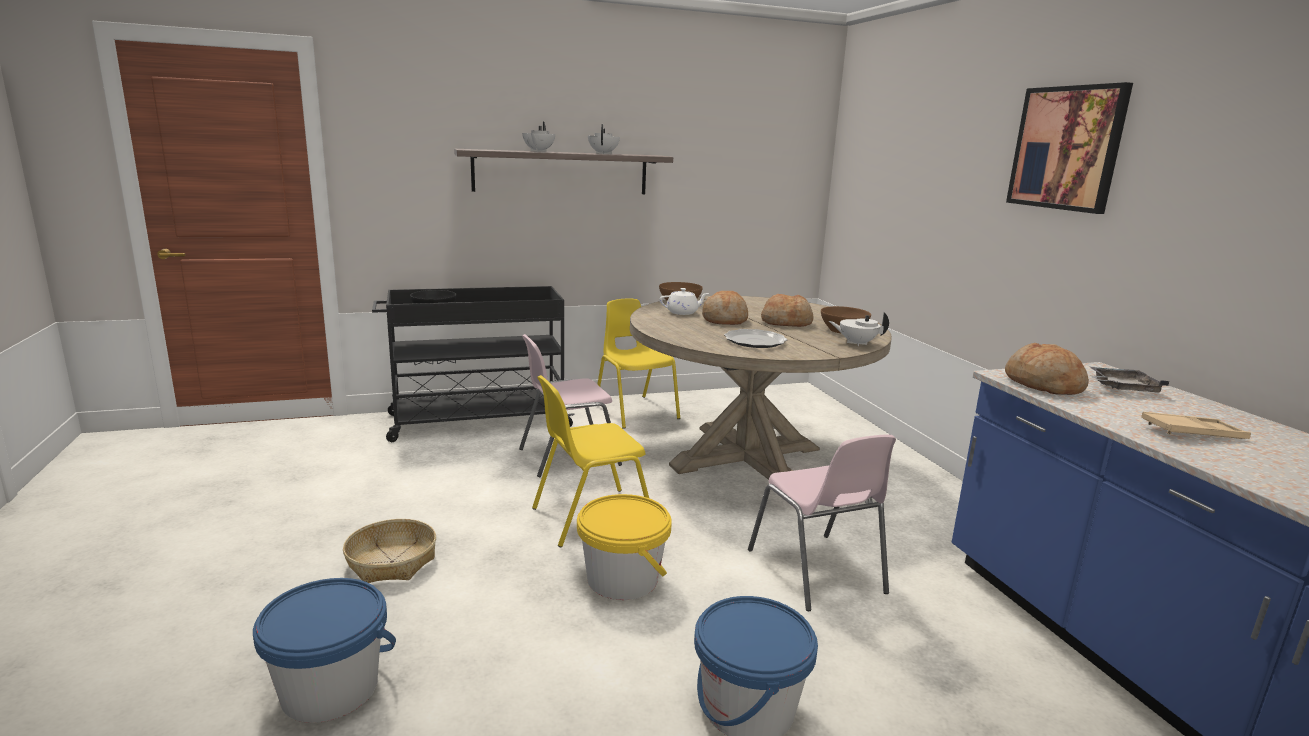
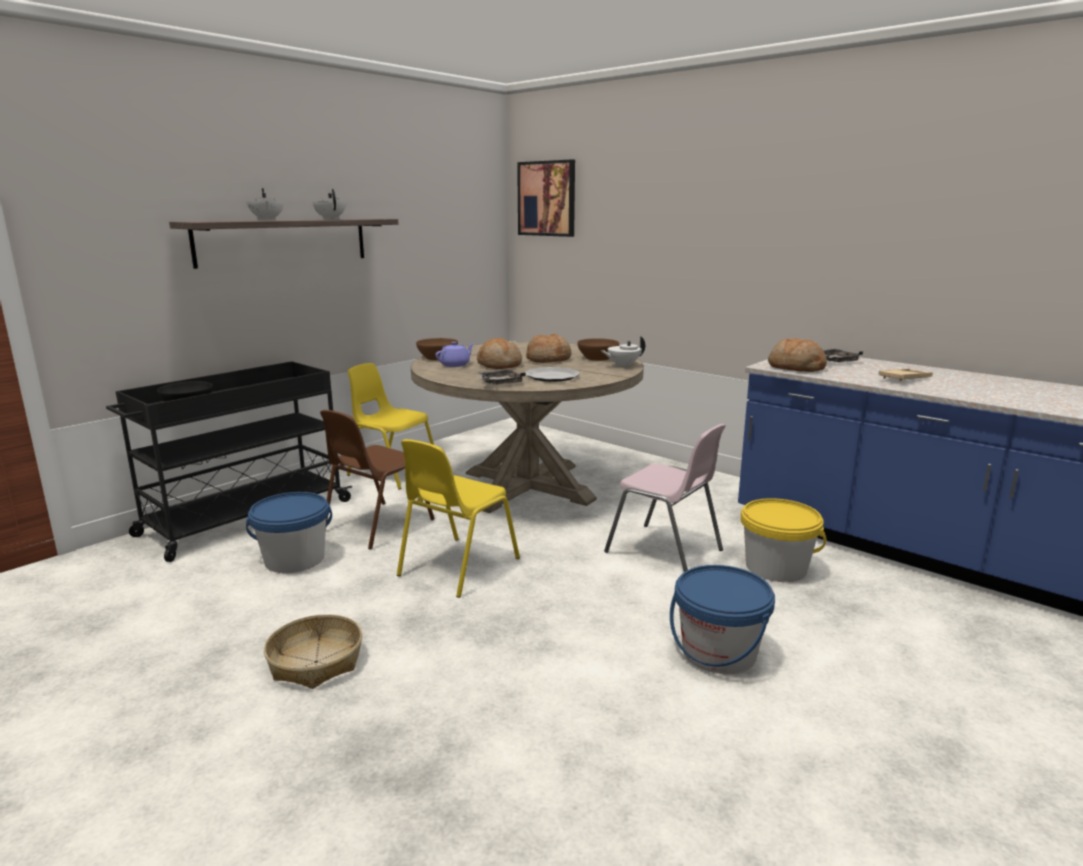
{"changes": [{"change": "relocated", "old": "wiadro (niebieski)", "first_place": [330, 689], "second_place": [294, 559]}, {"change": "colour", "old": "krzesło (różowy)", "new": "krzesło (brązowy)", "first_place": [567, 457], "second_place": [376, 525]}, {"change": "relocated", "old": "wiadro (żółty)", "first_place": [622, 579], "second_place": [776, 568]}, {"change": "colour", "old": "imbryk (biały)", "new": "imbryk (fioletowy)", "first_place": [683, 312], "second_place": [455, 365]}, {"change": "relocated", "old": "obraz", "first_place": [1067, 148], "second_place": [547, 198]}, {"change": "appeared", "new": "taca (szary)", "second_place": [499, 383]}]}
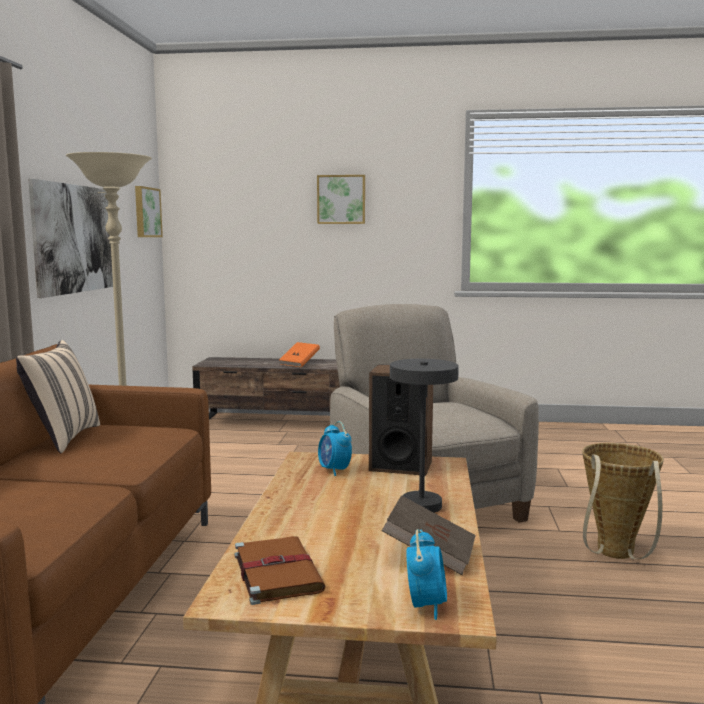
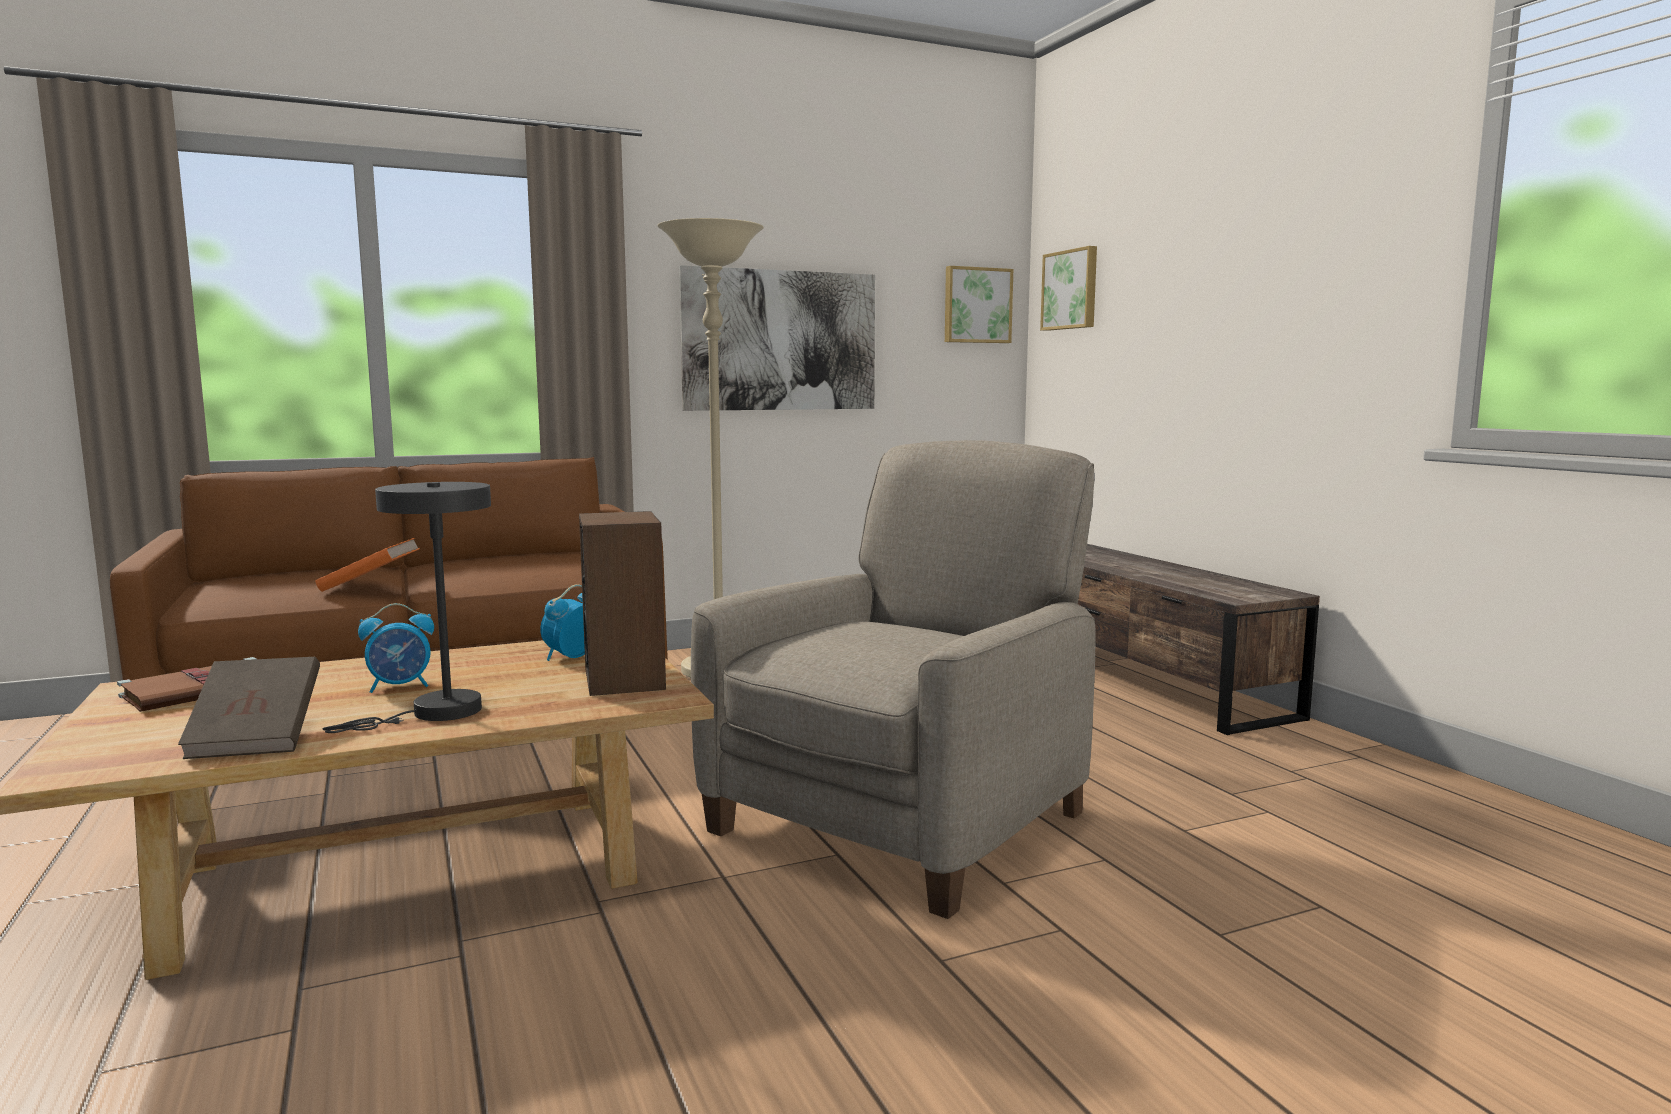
{"changes": [{"change": "missing", "old": "poduszka (beżowy)", "first_place": [63, 438]}, {"change": "relocated", "old": "książka (pomarańczowy)", "first_place": [299, 363], "second_place": [370, 586]}, {"change": "relocated", "old": "obraz", "first_place": [341, 199], "second_place": [1071, 290]}, {"change": "relocated", "old": "budzik", "first_place": [426, 605], "second_place": [400, 687]}, {"change": "missing", "old": "koszyk", "first_place": [615, 556]}]}
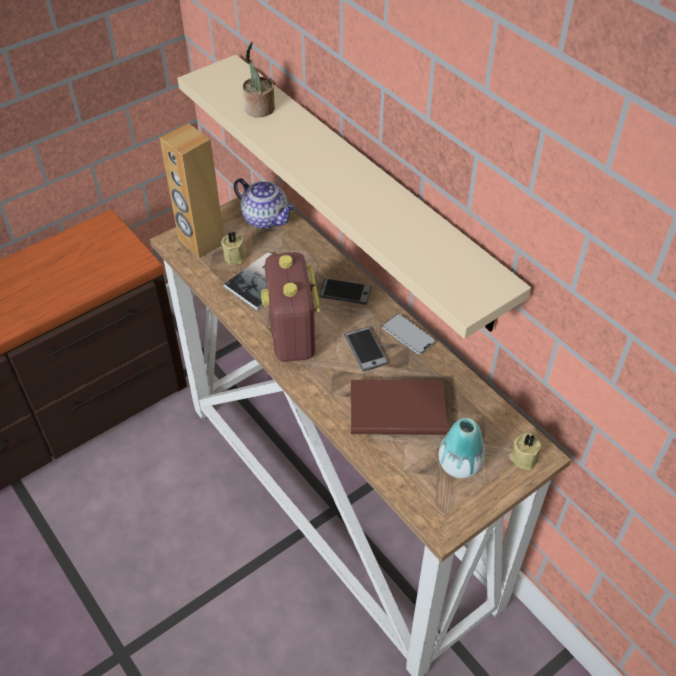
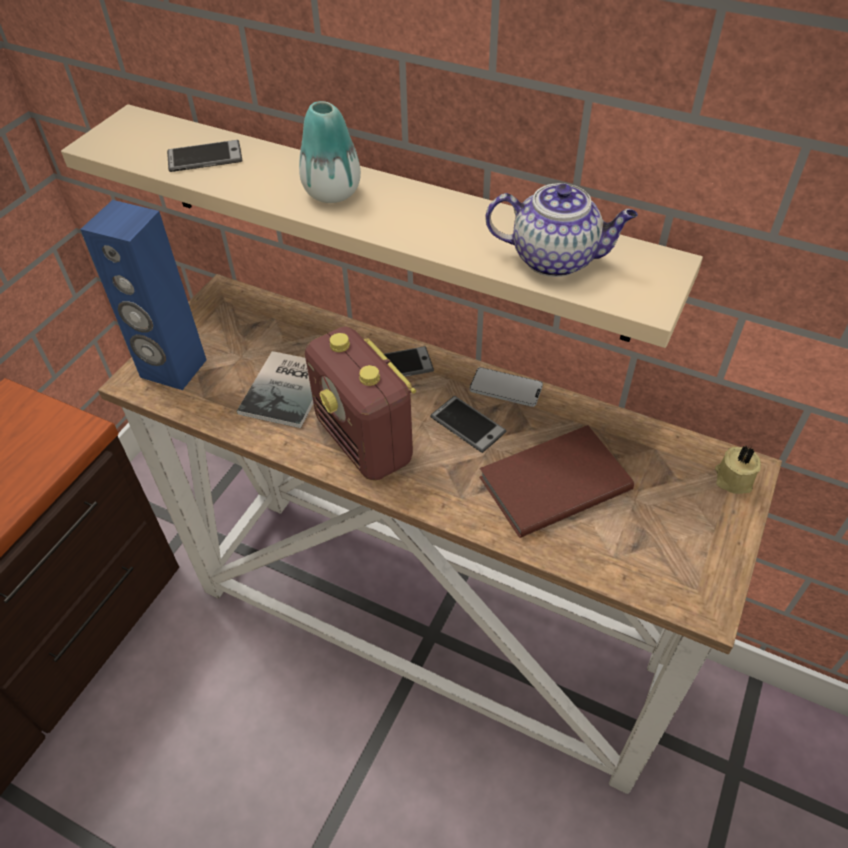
{"changes": [{"change": "colour", "old": "głośnik (brązowy)", "new": "głośnik (niebieski)", "first_place": [201, 242], "second_place": [173, 369]}, {"change": "missing", "old": "świeca (beżowy)", "first_place": [235, 256]}, {"change": "relocated", "old": "imbryk", "first_place": [266, 219], "second_place": [556, 259]}, {"change": "exchanged", "old": "roślina doniczkowa", "new": "telefon", "first_place": [259, 110], "second_place": [205, 157]}, {"change": "relocated", "old": "wazon", "first_place": [459, 464], "second_place": [332, 193]}]}
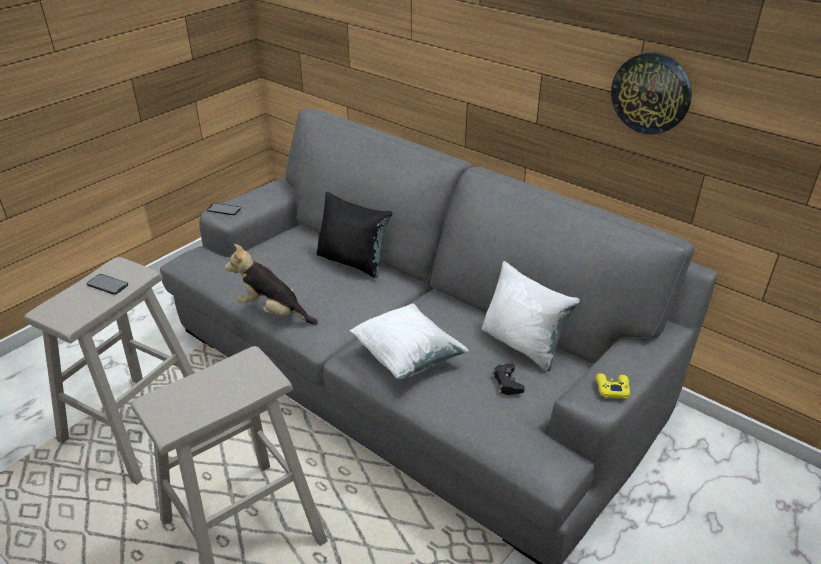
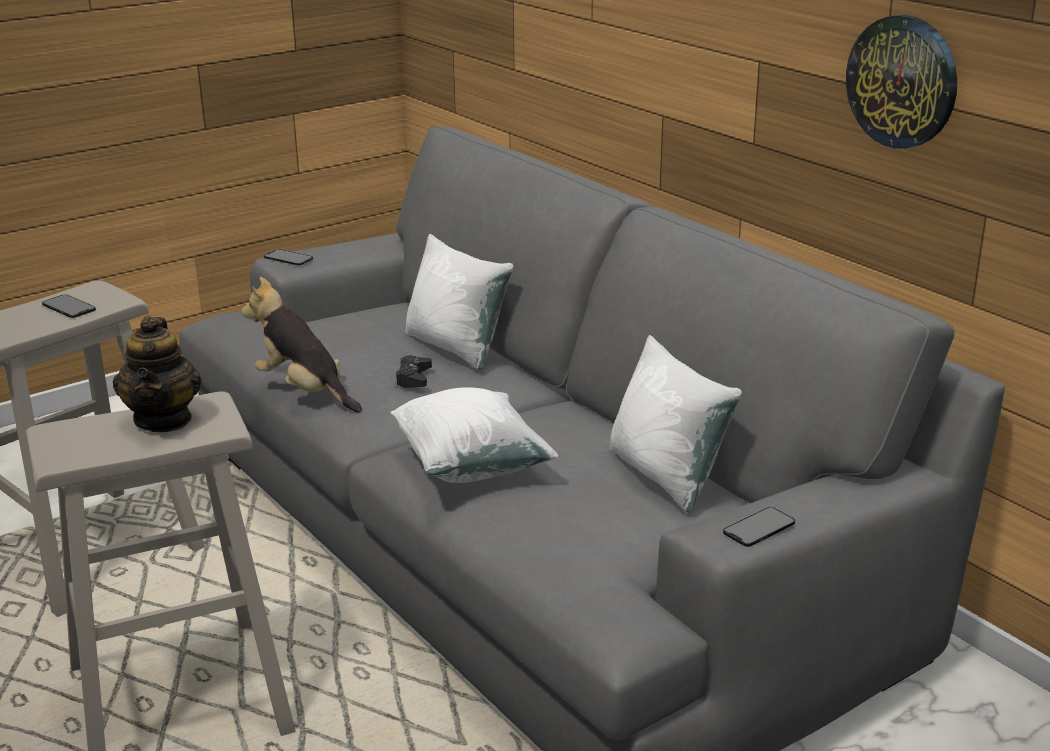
{"changes": [{"change": "colour", "old": "poduszka (czarny)", "new": "poduszka (biały)", "first_place": [353, 261], "second_place": [456, 347]}, {"change": "relocated", "old": "pad do gier (czarny)", "first_place": [507, 383], "second_place": [413, 378]}, {"change": "exchanged", "old": "pad do gier (żółty)", "new": "telefon", "first_place": [611, 388], "second_place": [759, 527]}, {"change": "appeared", "new": "imbryk", "second_place": [164, 420]}]}
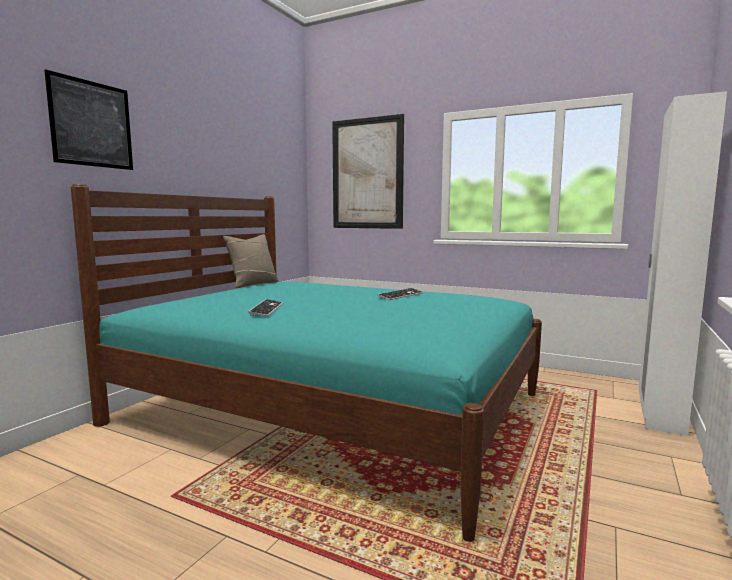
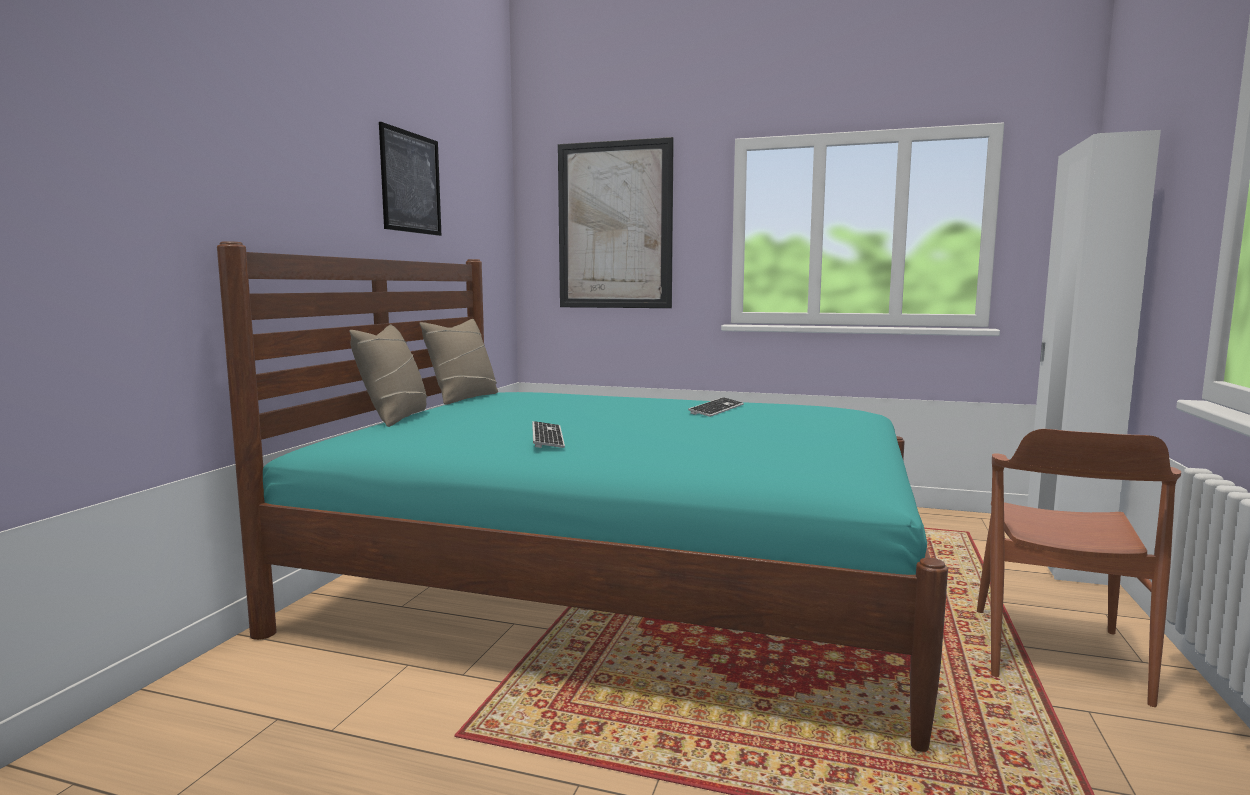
{"changes": [{"change": "relocated", "old": "obraz", "first_place": [92, 124], "second_place": [411, 182]}, {"change": "appeared", "new": "poduszka (beżowy)", "second_place": [394, 417]}, {"change": "appeared", "new": "krzesło (brązowy)", "second_place": [1055, 654]}]}
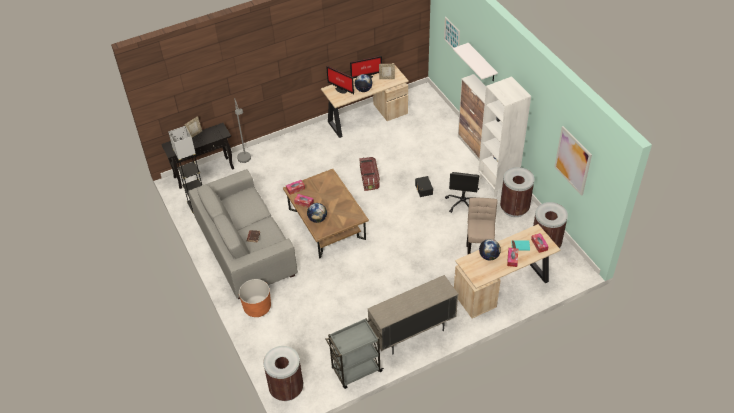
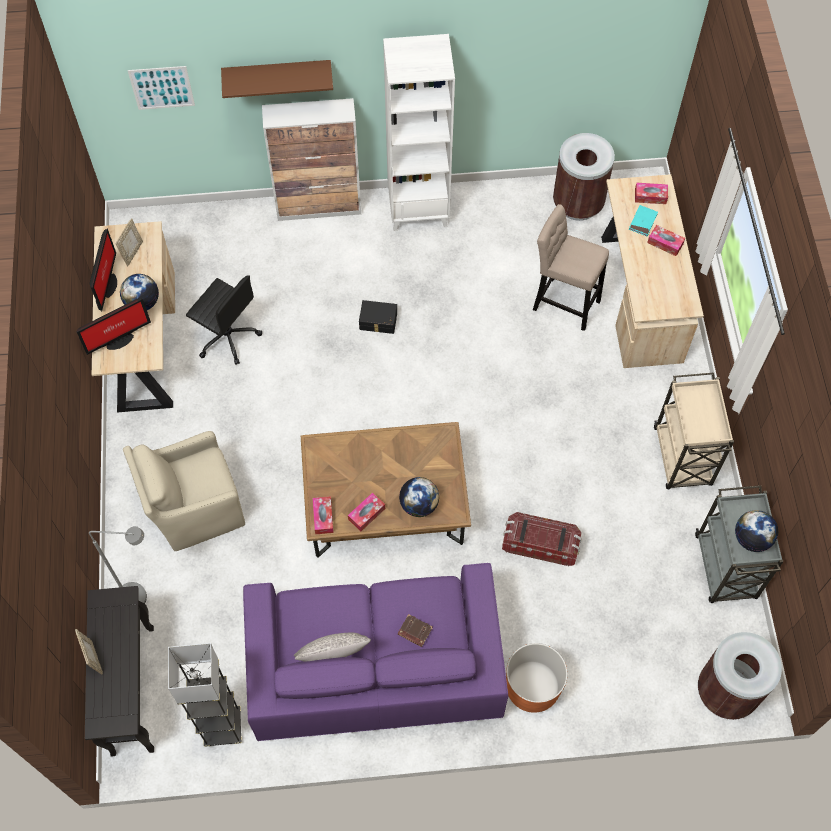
{"changes": [{"change": "colour", "old": "kanapa (szary)", "new": "kanapa (fioletowy)", "first_place": [245, 246], "second_place": [374, 665]}, {"change": "relocated", "old": "pojemnik do przechowywania", "first_place": [369, 179], "second_place": [540, 545]}, {"change": "exchanged", "old": "szafka (beżowy)", "new": "wózek (beżowy)", "first_place": [412, 334], "second_place": [682, 458]}, {"change": "relocated", "old": "krzesło biurowe (czarny)", "first_place": [462, 203], "second_place": [227, 336]}, {"change": "colour", "old": "półka (biały)", "new": "półka (brązowy)", "first_place": [482, 63], "second_place": [277, 74]}, {"change": "relocated", "old": "globus", "first_place": [489, 256], "second_place": [752, 538]}, {"change": "missing", "old": "kosz na śmieci (brązowy)", "first_place": [514, 208]}, {"change": "missing", "old": "obraz", "first_place": [573, 160]}, {"change": "appeared", "new": "fotel (beżowy)", "second_place": [195, 509]}, {"change": "appeared", "new": "poduszka (szary)", "second_place": [333, 656]}]}
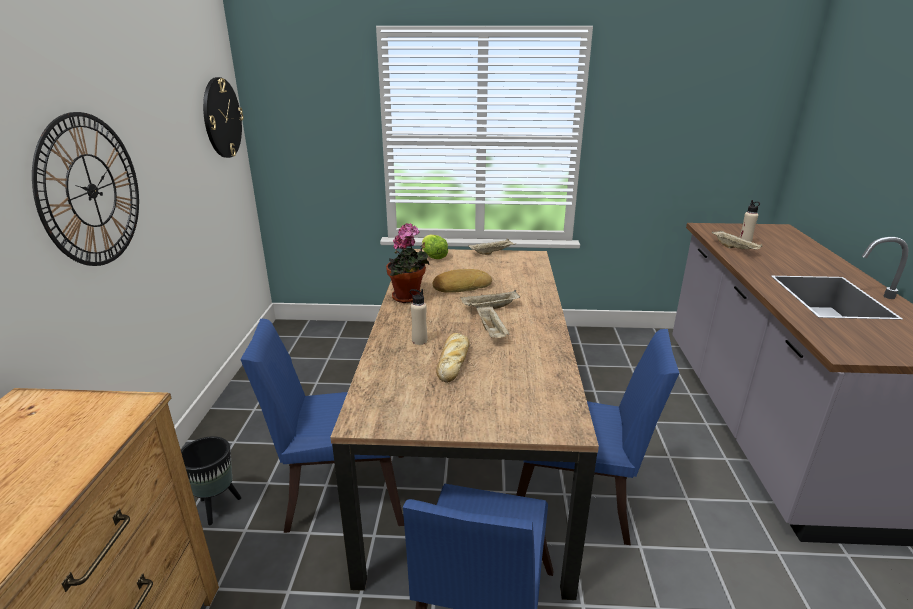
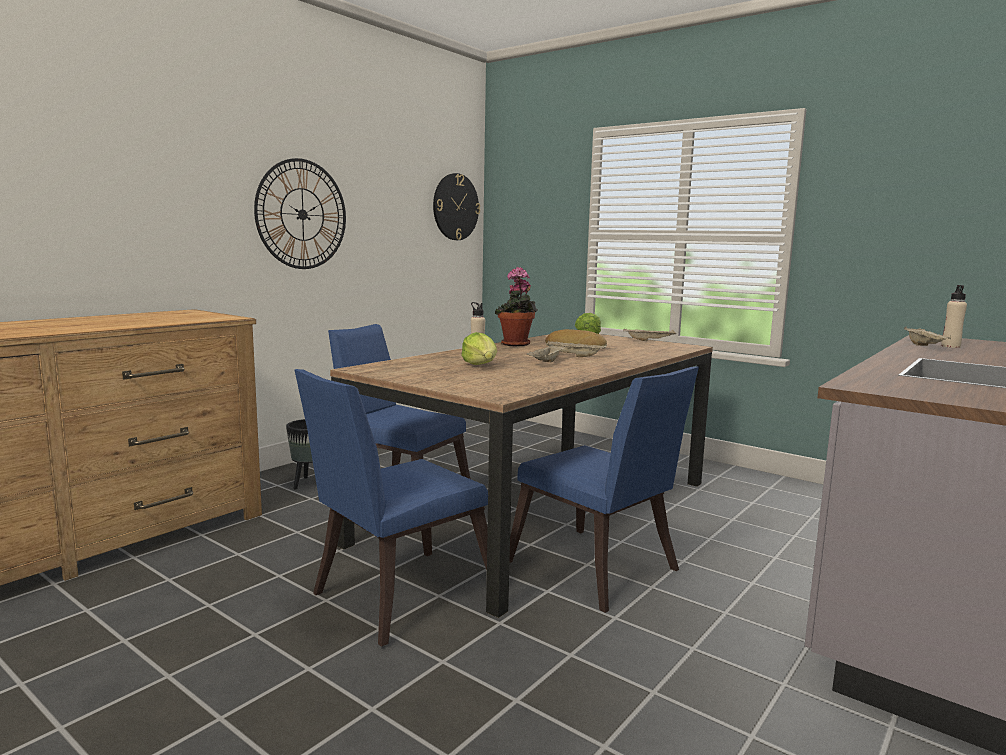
{"changes": [{"change": "exchanged", "old": "chleb", "new": "sałata", "first_place": [453, 361], "second_place": [481, 365]}]}
